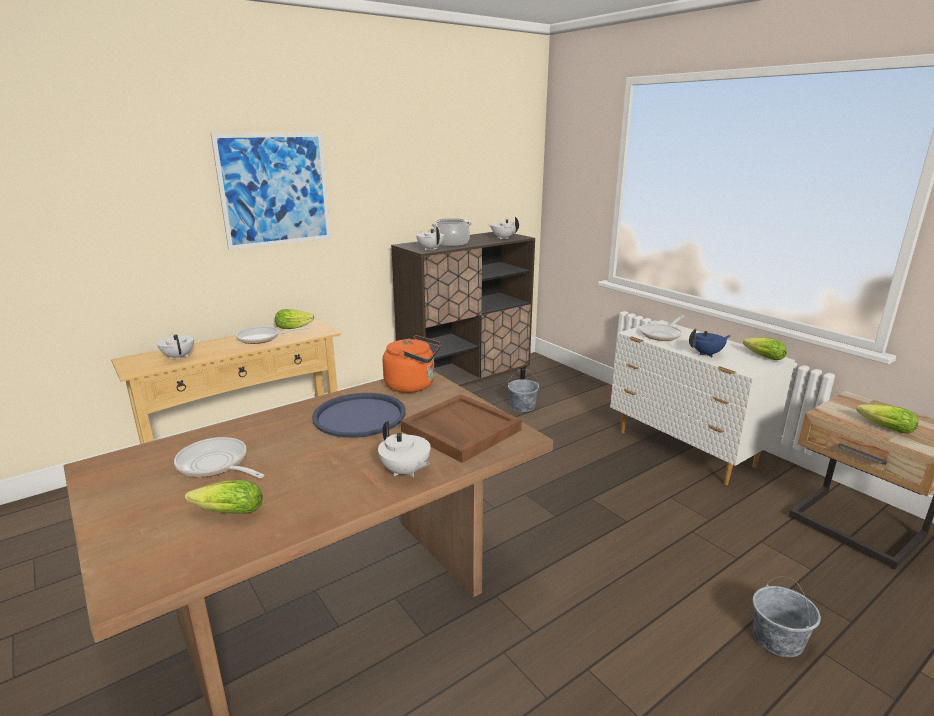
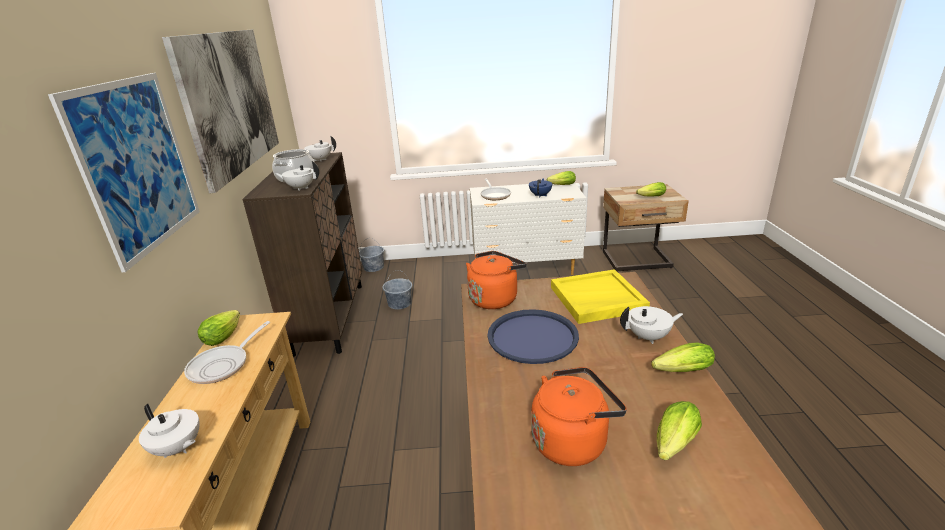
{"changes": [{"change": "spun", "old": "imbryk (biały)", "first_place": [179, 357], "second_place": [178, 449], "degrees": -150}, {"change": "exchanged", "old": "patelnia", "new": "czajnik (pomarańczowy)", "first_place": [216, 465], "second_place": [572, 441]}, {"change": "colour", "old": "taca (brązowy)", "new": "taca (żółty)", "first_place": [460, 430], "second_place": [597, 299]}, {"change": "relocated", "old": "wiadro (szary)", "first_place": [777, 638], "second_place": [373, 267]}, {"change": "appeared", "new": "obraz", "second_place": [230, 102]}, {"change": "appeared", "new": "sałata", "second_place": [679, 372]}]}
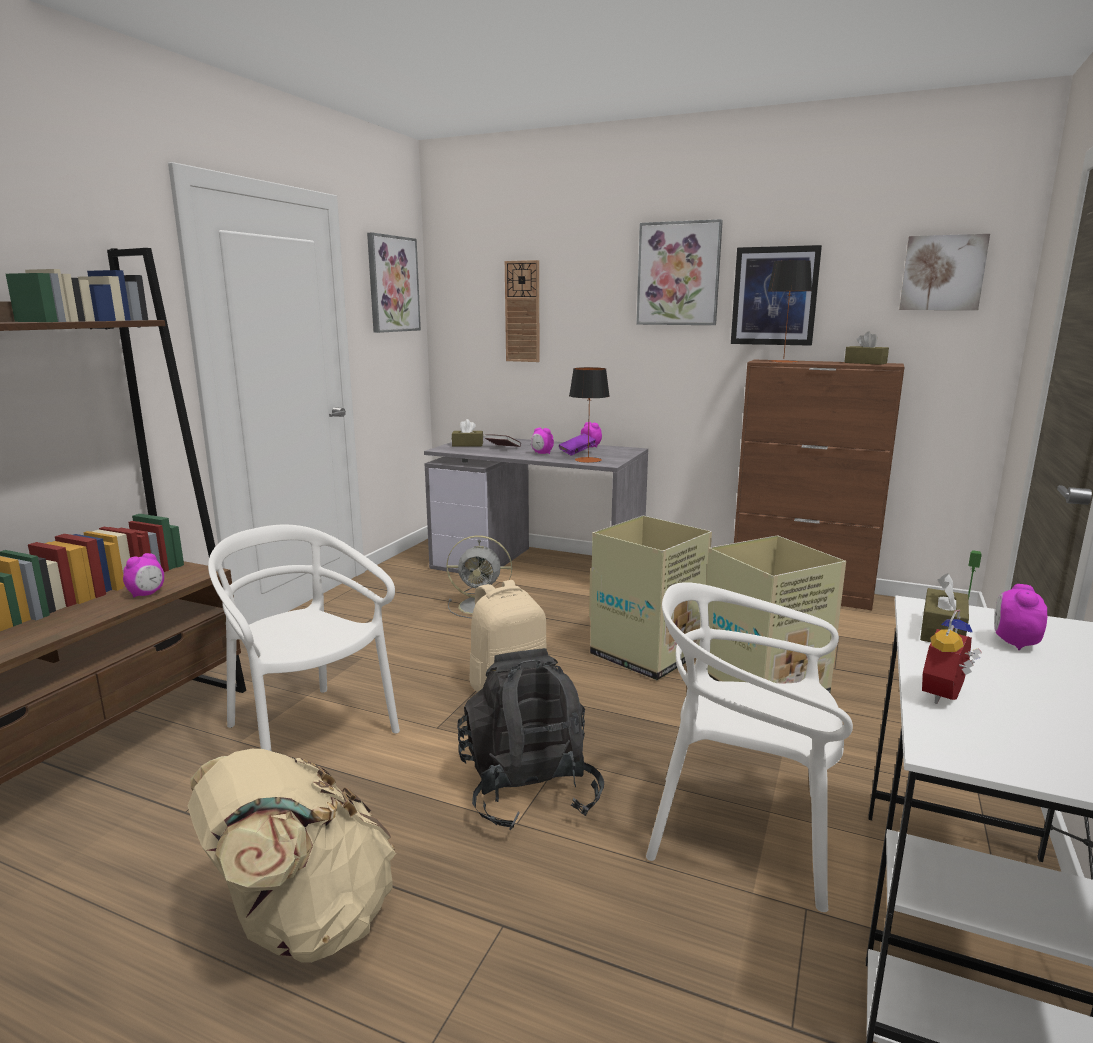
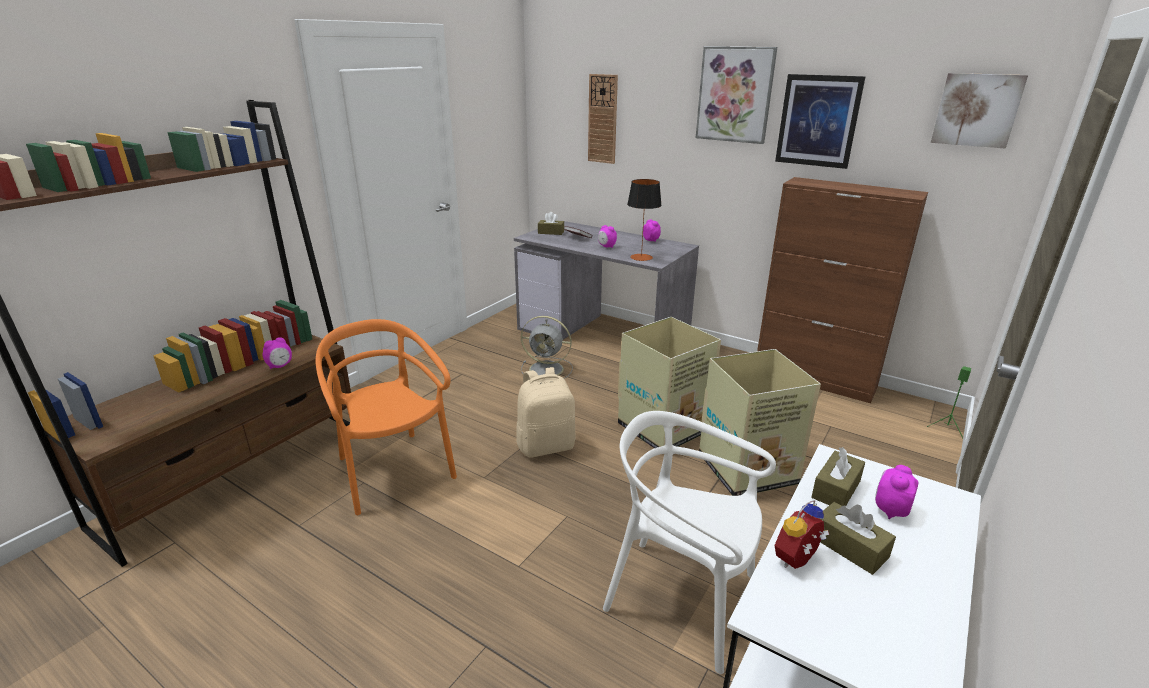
{"changes": [{"change": "missing", "old": "plecak (beżowy)", "first_place": [302, 921]}, {"change": "colour", "old": "krzesło (biały)", "new": "krzesło (pomarańczowy)", "first_place": [308, 733], "second_place": [393, 471]}, {"change": "missing", "old": "obraz", "first_place": [392, 284]}, {"change": "missing", "old": "plecak (czarny)", "first_place": [529, 790]}, {"change": "missing", "old": "książka (fioletowy)", "first_place": [577, 452]}, {"change": "missing", "old": "lampa stołowa", "first_place": [783, 361]}, {"change": "relocated", "old": "pudełko chusteczek (brązowy)", "first_place": [865, 363], "second_place": [849, 547]}]}
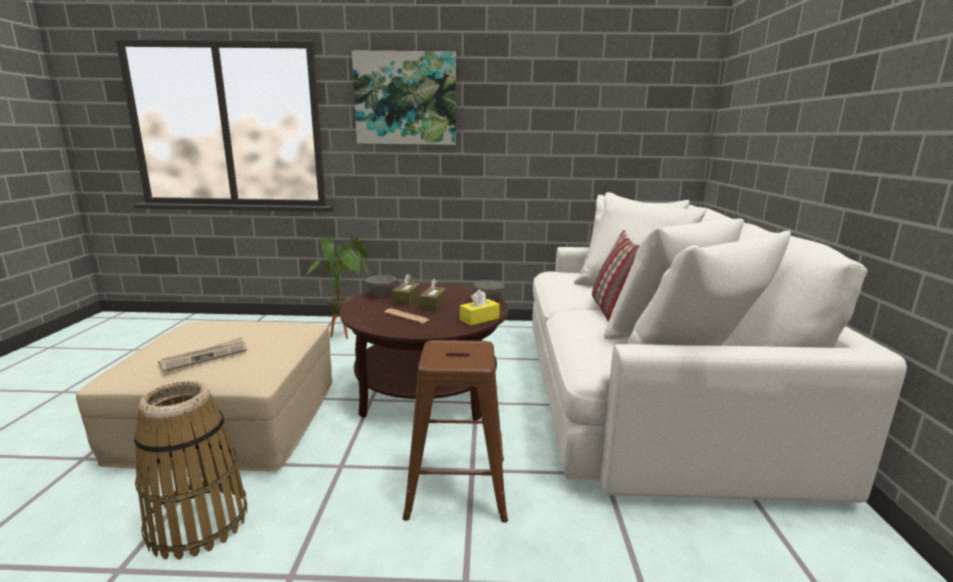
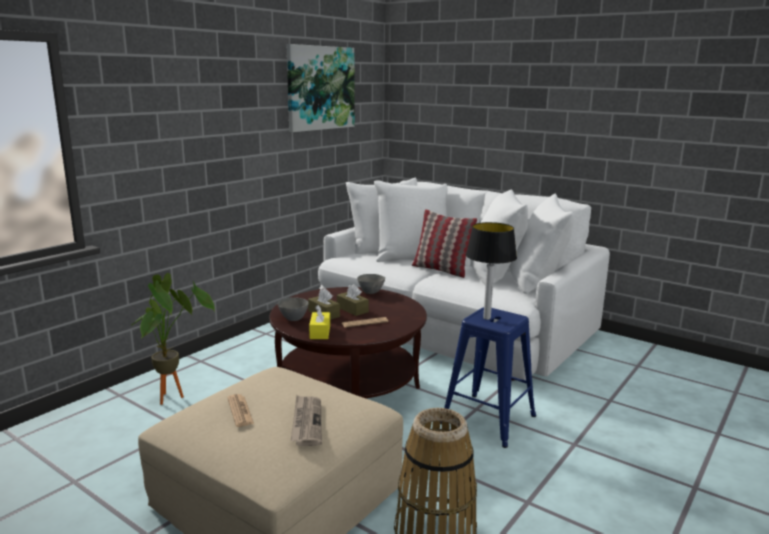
{"changes": [{"change": "relocated", "old": "obraz", "first_place": [405, 99], "second_place": [320, 88]}, {"change": "colour", "old": "stołek (brązowy)", "new": "stołek (niebieski)", "first_place": [458, 485], "second_place": [488, 418]}, {"change": "relocated", "old": "pudełko chusteczek (żółty)", "first_place": [479, 319], "second_place": [320, 332]}, {"change": "appeared", "new": "gazeta", "second_place": [240, 411]}, {"change": "appeared", "new": "lampa stołowa", "second_place": [487, 318]}]}
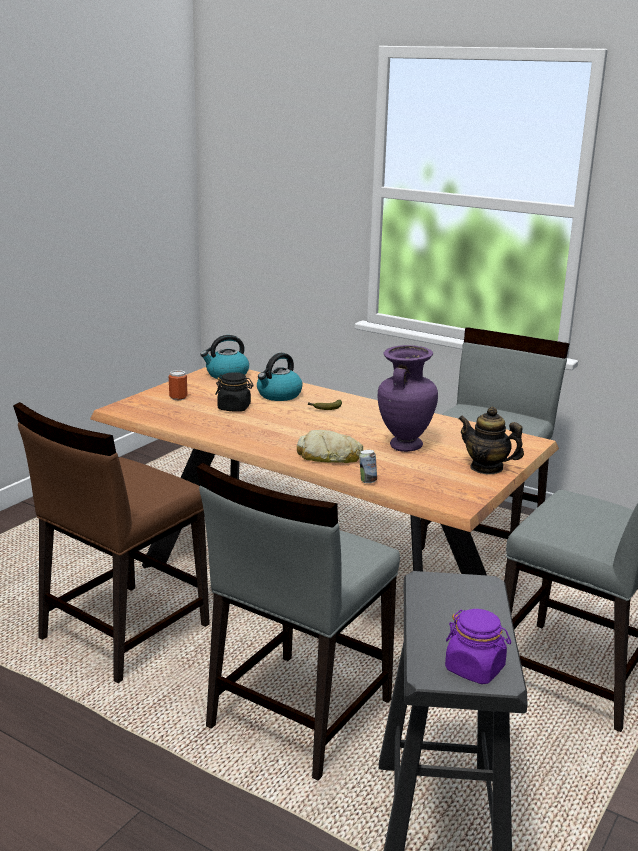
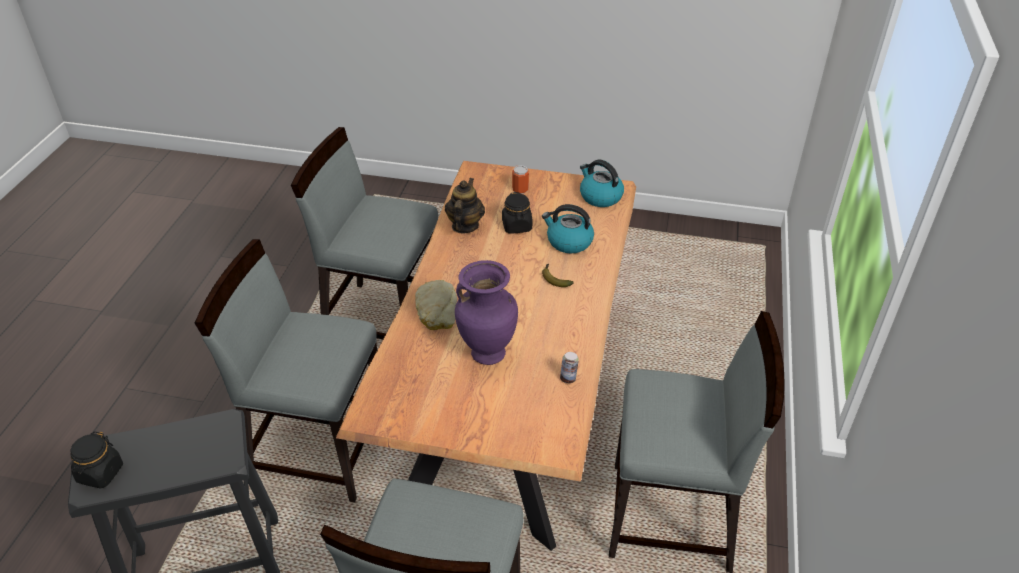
{"changes": [{"change": "colour", "old": "krzesło (brązowy)", "new": "krzesło (szary)", "first_place": [122, 632], "second_place": [383, 320]}, {"change": "relocated", "old": "puszka", "first_place": [367, 481], "second_place": [568, 378]}, {"change": "colour", "old": "słoik (fioletowy)", "new": "słoik (czarny)", "first_place": [475, 669], "second_place": [100, 473]}, {"change": "relocated", "old": "imbryk", "first_place": [486, 468], "second_place": [464, 226]}]}
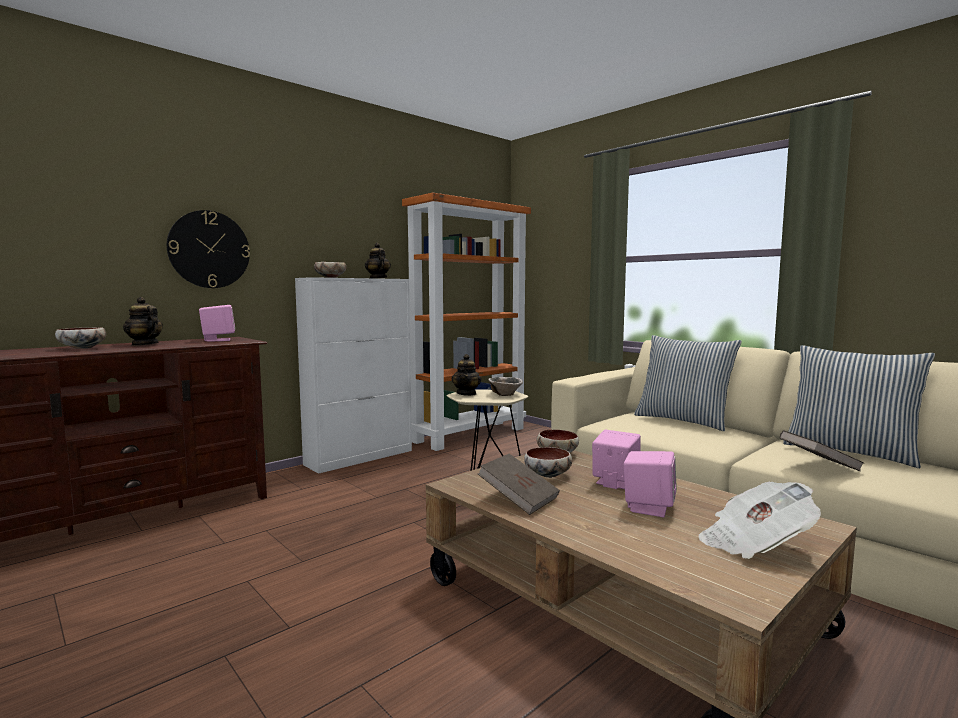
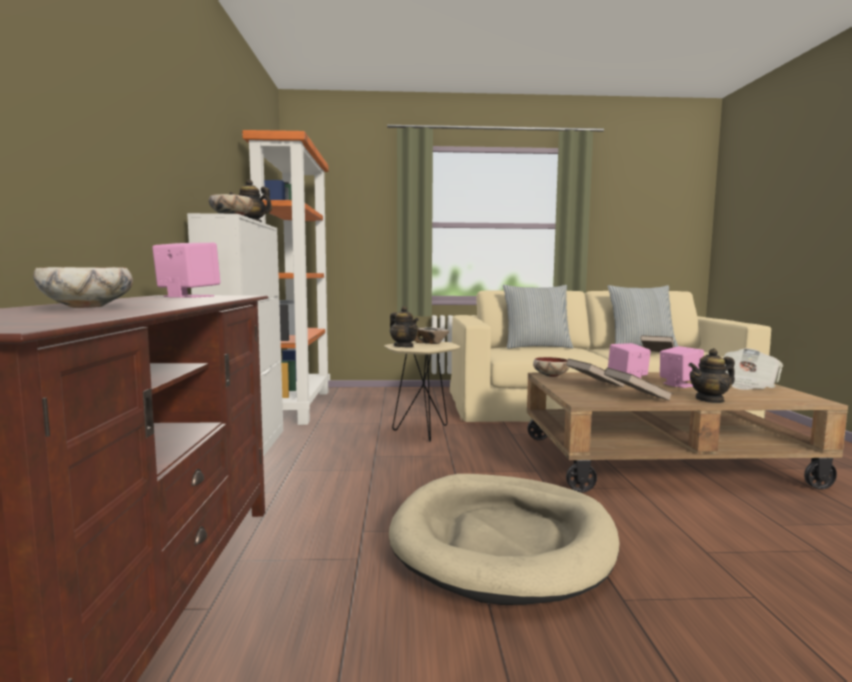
{"changes": [{"change": "relocated", "old": "imbryk", "first_place": [144, 344], "second_place": [710, 400]}, {"change": "missing", "old": "zegar ścienny", "first_place": [209, 249]}, {"change": "exchanged", "old": "miska", "new": "książka (brązowy)", "first_place": [547, 475], "second_place": [594, 385]}, {"change": "appeared", "new": "legowisko (beżowy)", "second_place": [503, 540]}]}
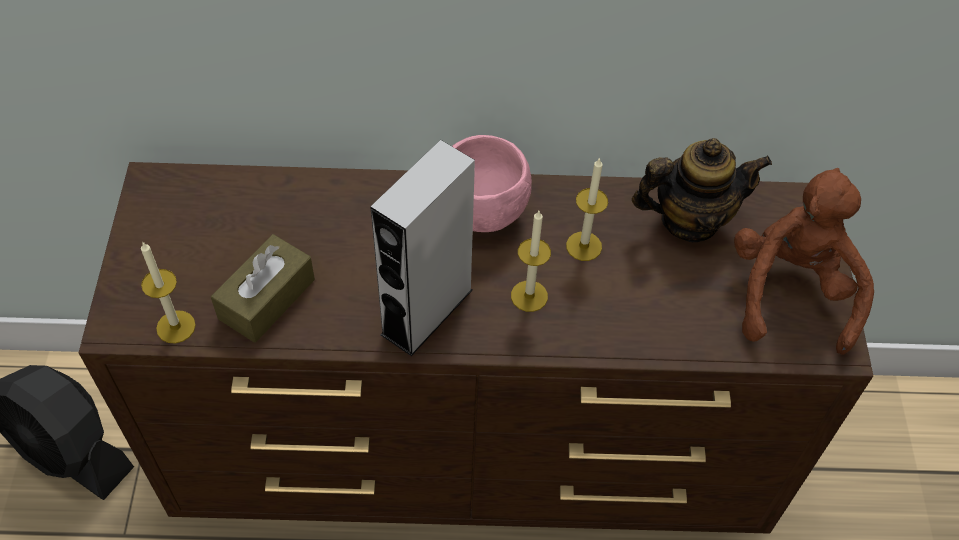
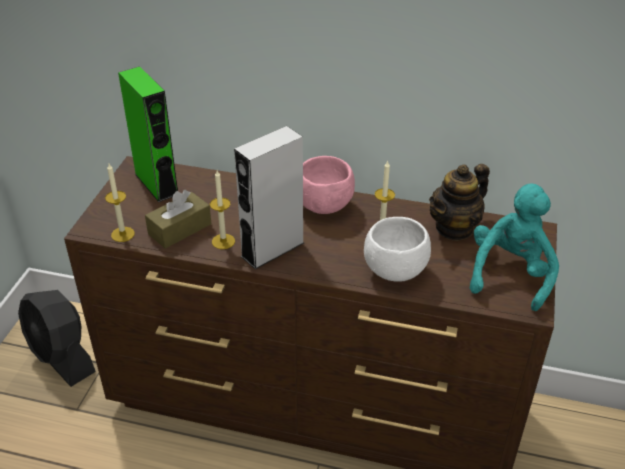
{"changes": [{"change": "relocated", "old": "świeca", "first_place": [529, 296], "second_place": [223, 241]}, {"change": "spun", "old": "imbryk", "first_place": [689, 219], "second_place": [454, 228], "degrees": 135}, {"change": "colour", "old": "pluszak (brązowy)", "new": "pluszak (turkusowy)", "first_place": [790, 291], "second_place": [510, 274]}, {"change": "appeared", "new": "głośnik (zielony)", "second_place": [156, 184]}, {"change": "appeared", "new": "miska (biały)", "second_place": [394, 270]}]}
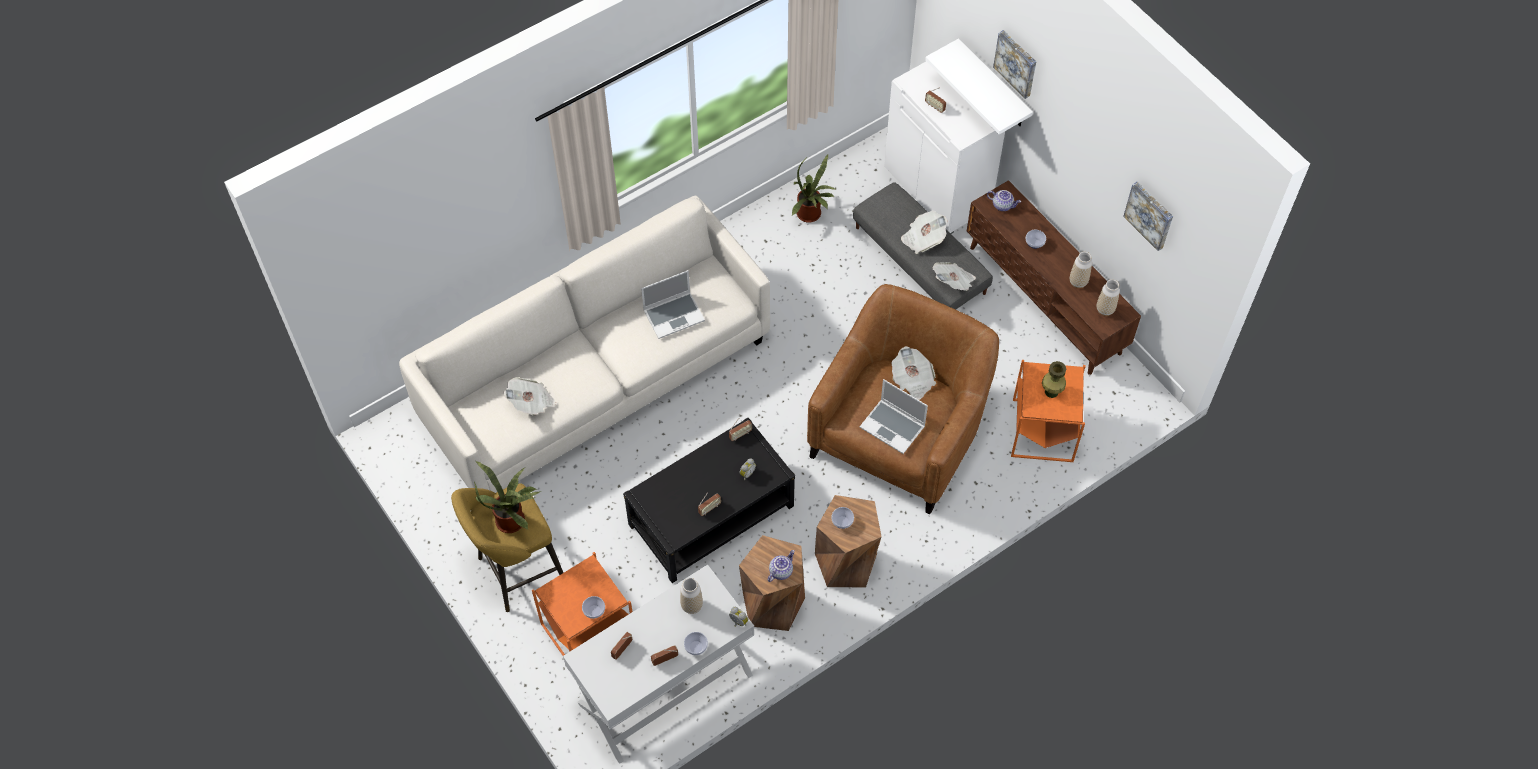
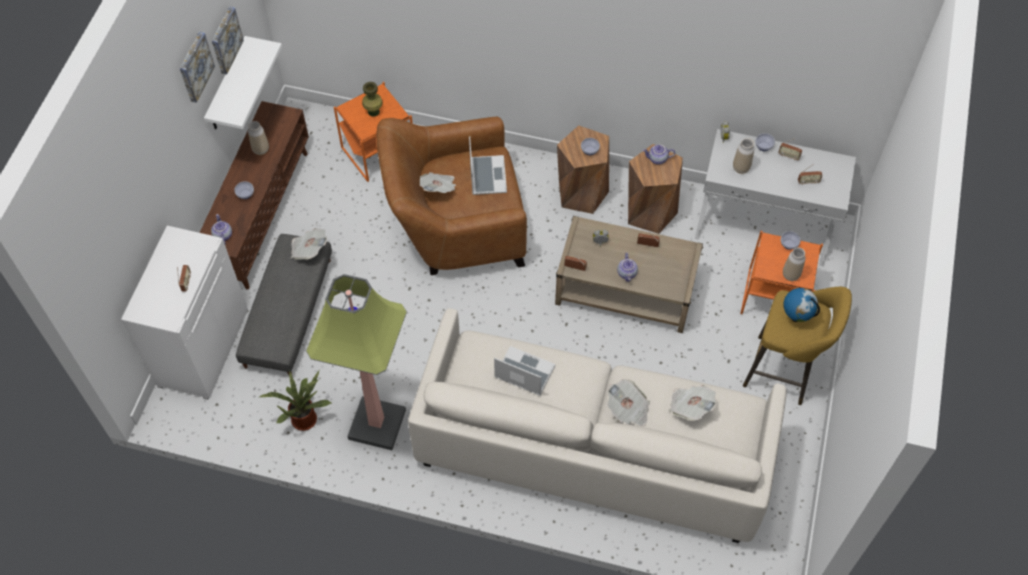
{"changes": [{"change": "exchanged", "old": "roślina doniczkowa", "new": "globus", "first_place": [513, 519], "second_place": [796, 317]}, {"change": "colour", "old": "ława (czarny)", "new": "ława (beżowy)", "first_place": [711, 515], "second_place": [625, 290]}, {"change": "relocated", "old": "gazeta", "first_place": [923, 239], "second_place": [628, 409]}, {"change": "relocated", "old": "półka (biały)", "first_place": [993, 85], "second_place": [227, 86]}, {"change": "relocated", "old": "obraz", "first_place": [1016, 63], "second_place": [194, 66]}, {"change": "relocated", "old": "wazon", "first_place": [1105, 309], "second_place": [790, 275]}, {"change": "appeared", "new": "lampa stojąca", "second_place": [376, 425]}, {"change": "appeared", "new": "imbryk", "second_place": [627, 273]}]}
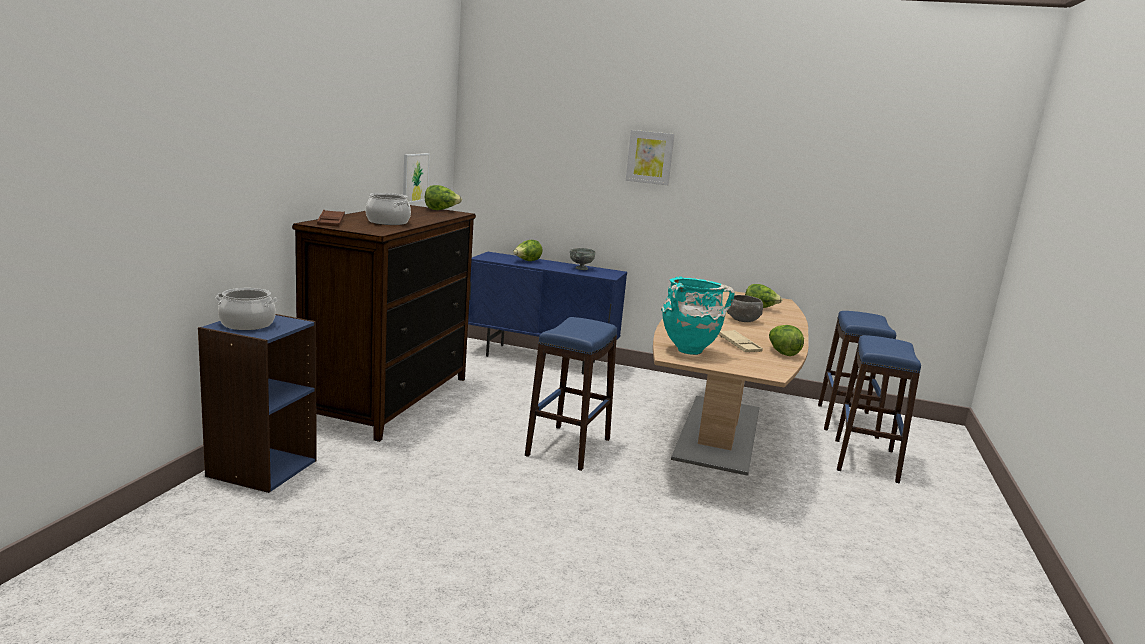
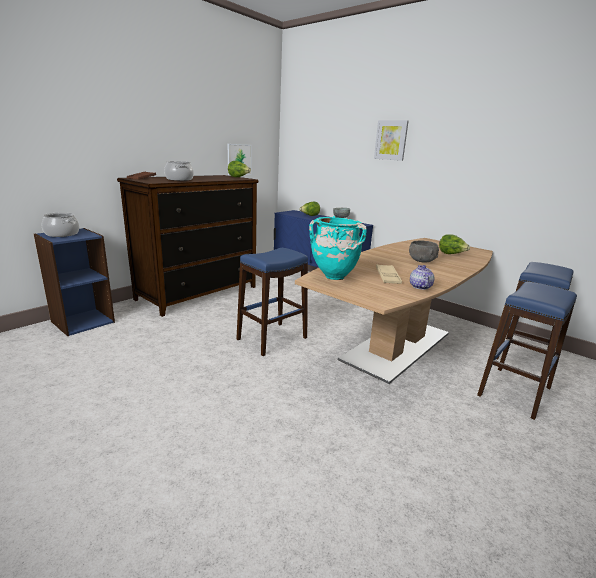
{"changes": [{"change": "exchanged", "old": "sałata", "new": "imbryk", "first_place": [782, 353], "second_place": [420, 287]}]}
